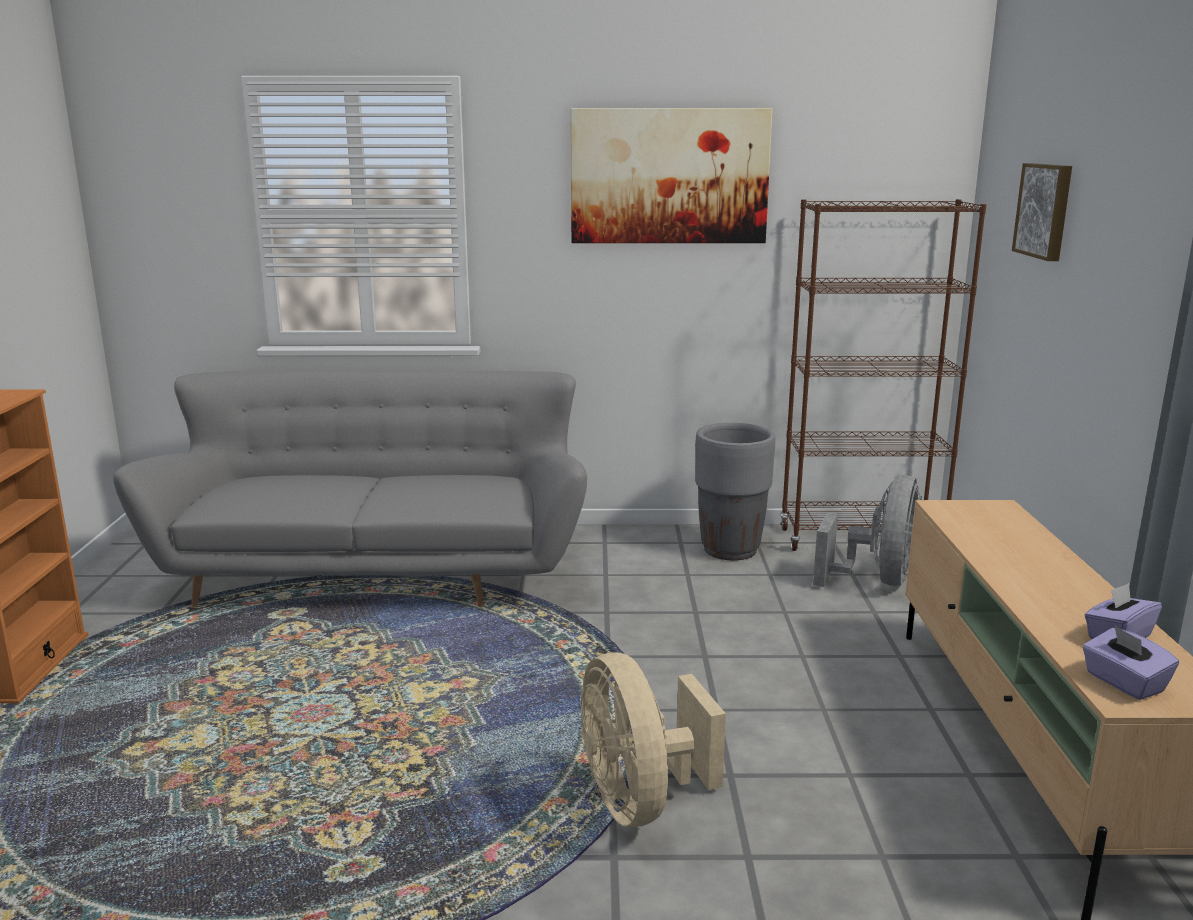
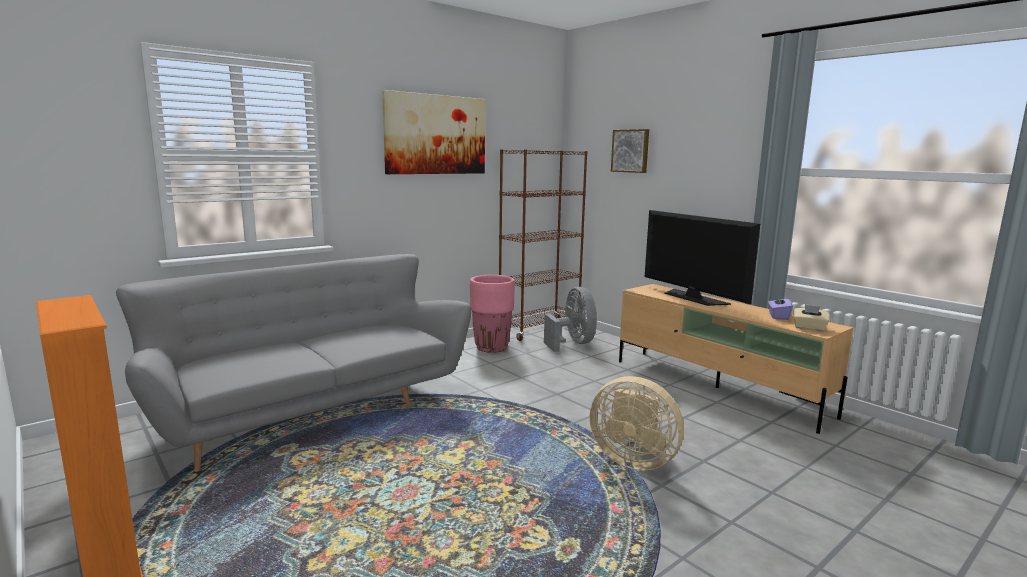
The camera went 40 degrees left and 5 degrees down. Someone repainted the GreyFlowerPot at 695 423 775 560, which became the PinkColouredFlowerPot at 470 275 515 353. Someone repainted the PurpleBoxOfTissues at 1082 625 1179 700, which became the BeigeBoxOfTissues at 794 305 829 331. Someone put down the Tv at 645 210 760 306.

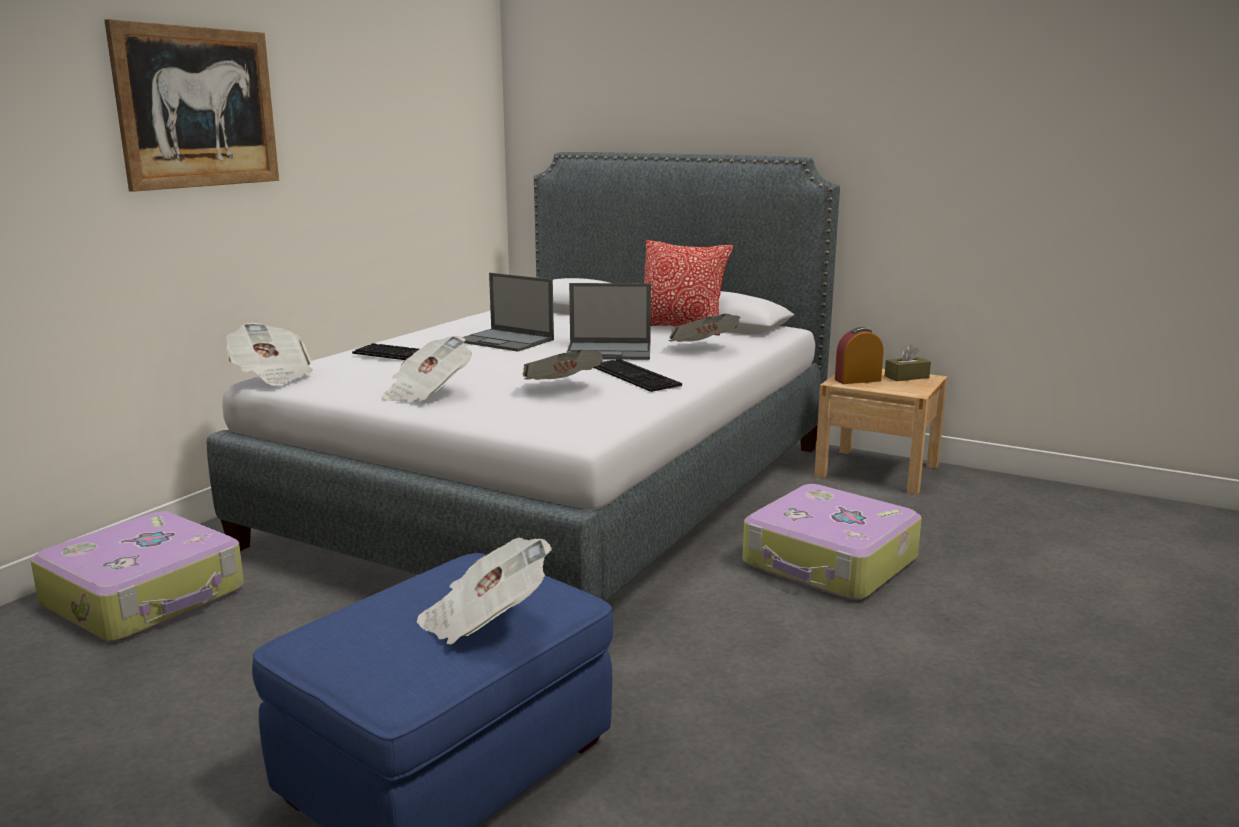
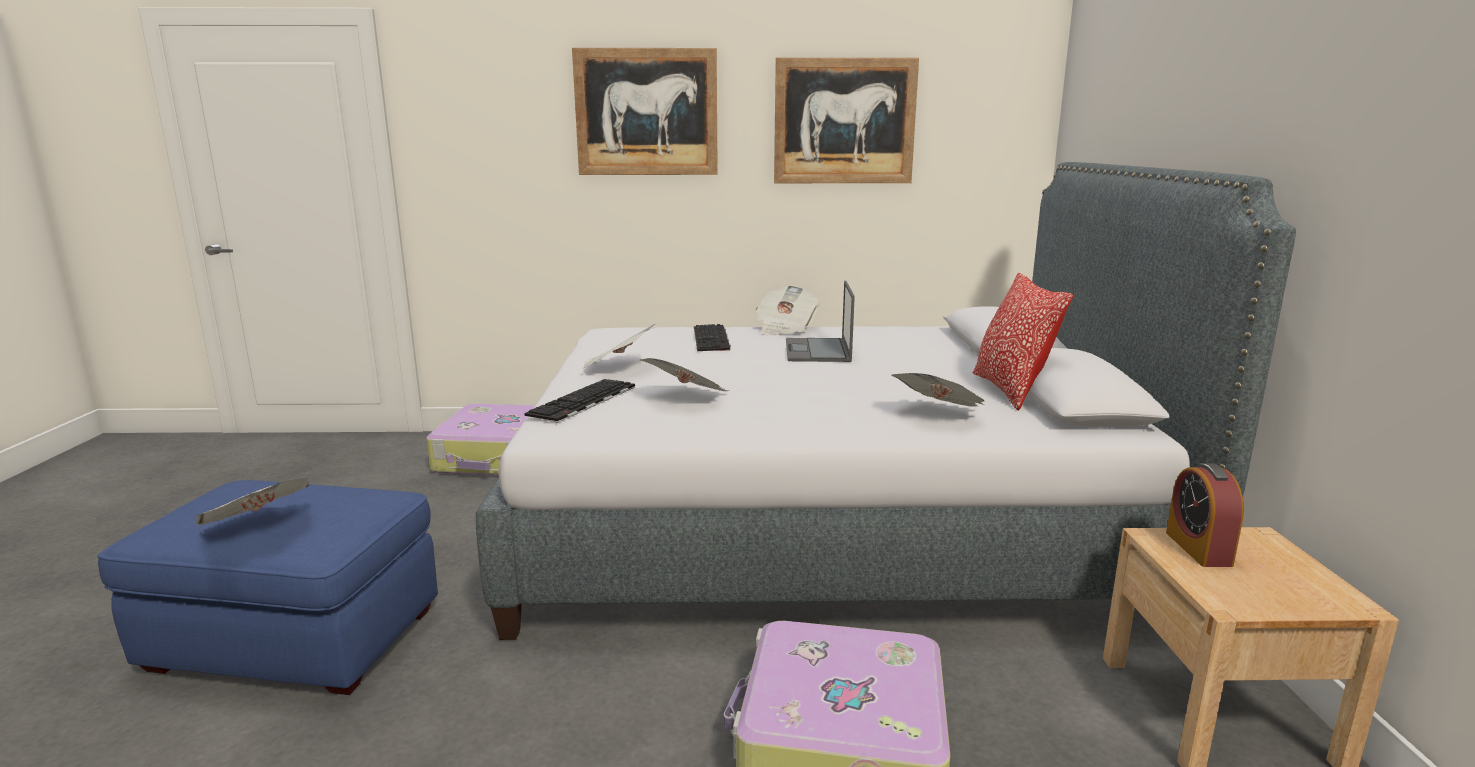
The camera went 60 degrees right and 0 degrees up. Someone carried the PrintedPaper from 226 323 313 386 to 756 285 820 336. Someone took away the NotebookComputer at 567 283 651 360. Someone carried the Keyboard from 593 359 682 392 to 524 379 635 423. Someone rotated the TableClock at 835 327 884 384 by 135 degrees counterclockwise. Someone took away the BrownishBoxOfTissues at 885 345 931 381. Someone put up the WallPicture at 774 57 919 183.

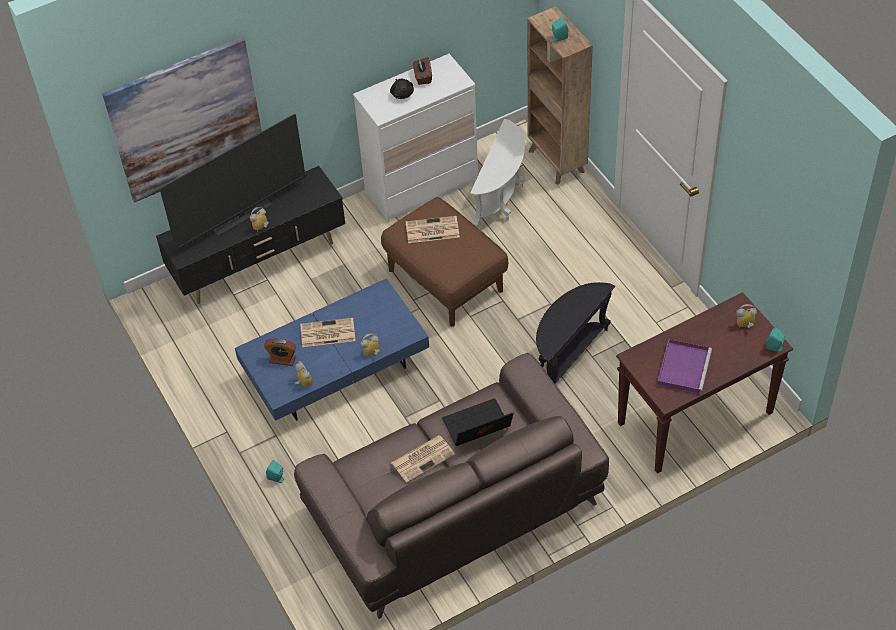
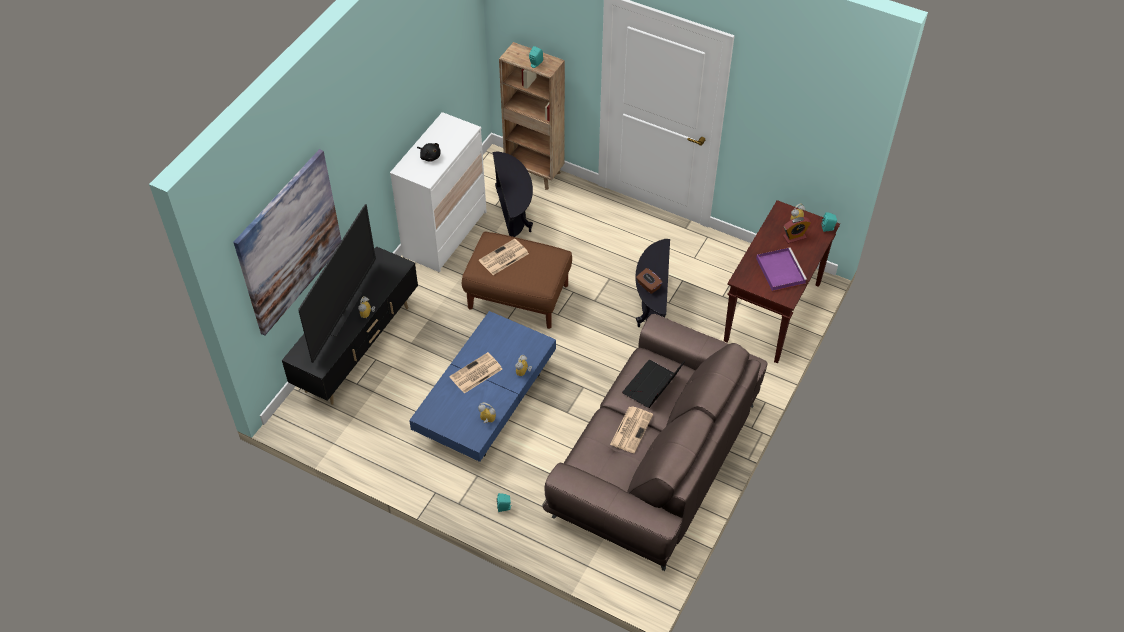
The camera went 35 degrees left and 0 degrees up. Someone carried the TableClock from 264 338 296 366 to 783 217 811 244. Someone carried the BrownishBoxOfTissues from 413 57 432 85 to 636 268 662 294. Someone repainted the WhiteSideTable at 470 119 525 228, which became the BlackColouredSideTable at 492 151 533 237.

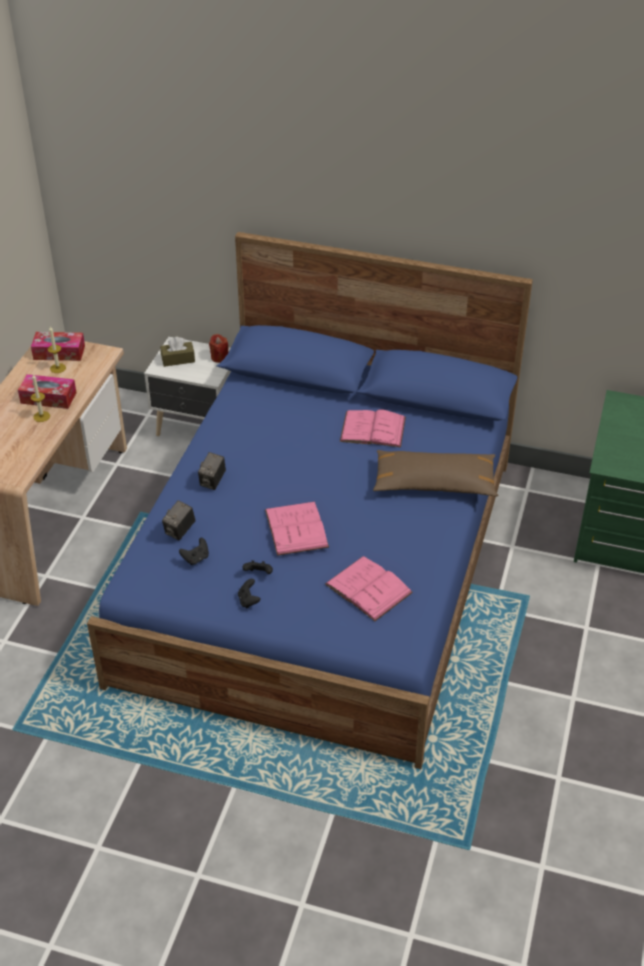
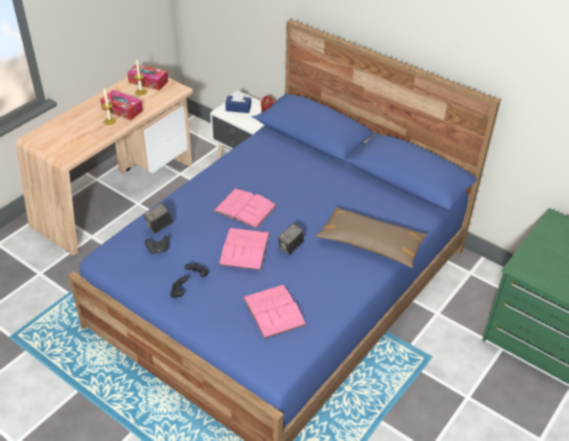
The camera went 20 degrees right and 0 degrees up. Someone repainted the BrownishBoxOfTissues at 160 337 195 367, which became the BlueBoxOfTissues at 225 91 251 113. Someone carried the PhotoCamera from 198 452 226 490 to 278 223 304 255. Someone carried the PinkColouredVolume from 340 409 406 447 to 214 189 277 229.

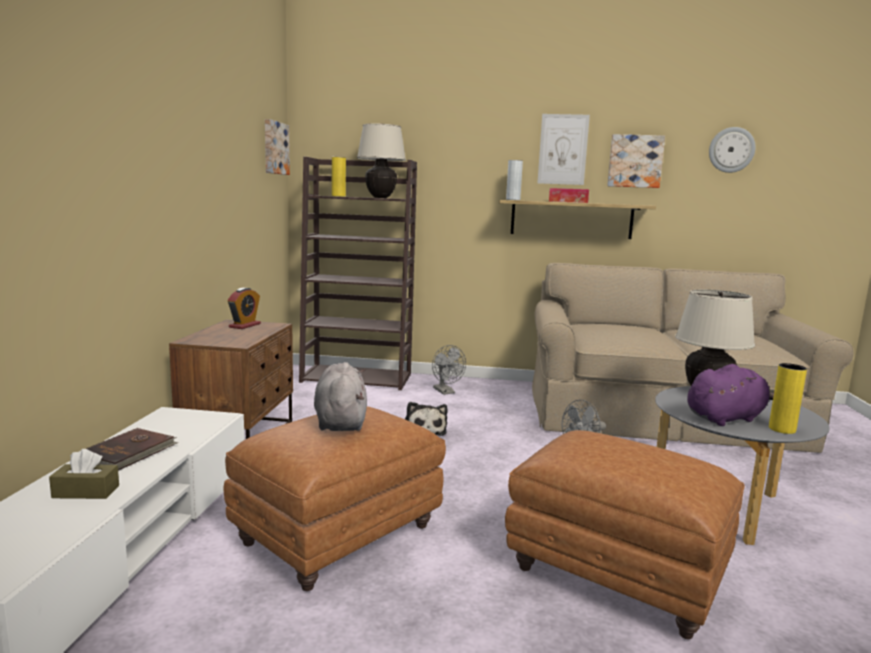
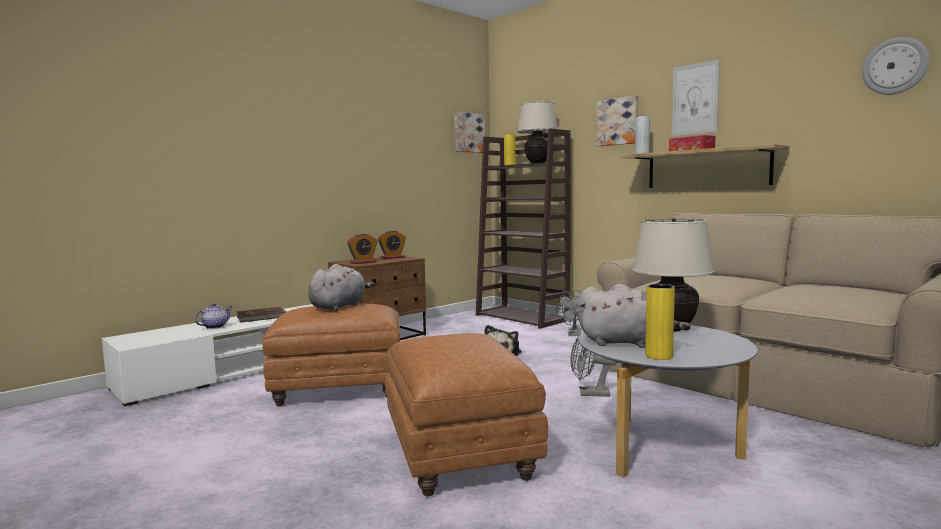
The camera went 40 degrees right and 5 degrees down. Someone swapped the BrownishBoxOfTissues at 49 449 119 499 for the Teapot at 194 303 232 329. Someone carried the WallPicture from 607 134 665 188 to 596 95 639 147. Someone repainted the PurpleCuddlyToy at 687 364 774 426, which became the GreyCuddlyToy at 577 284 691 348. Someone put down the TableClock at 347 233 377 264.

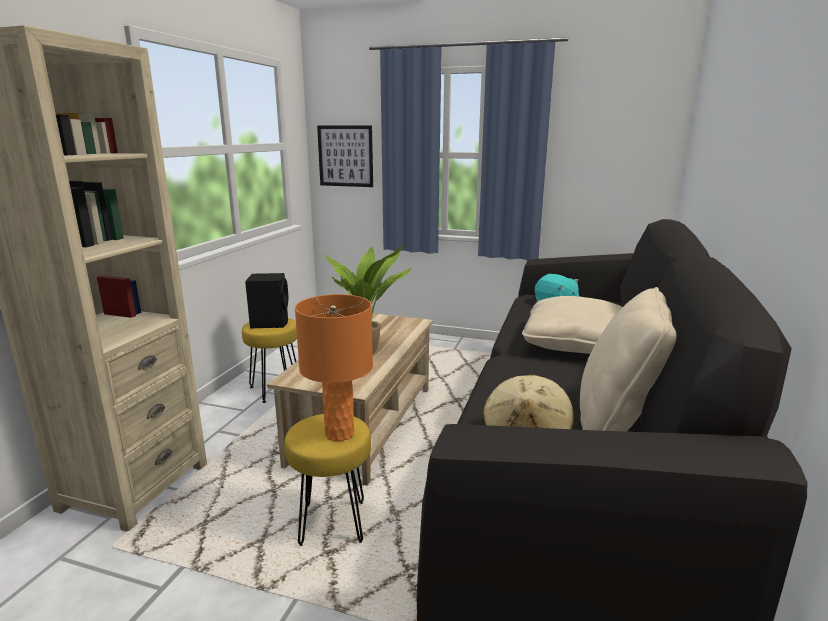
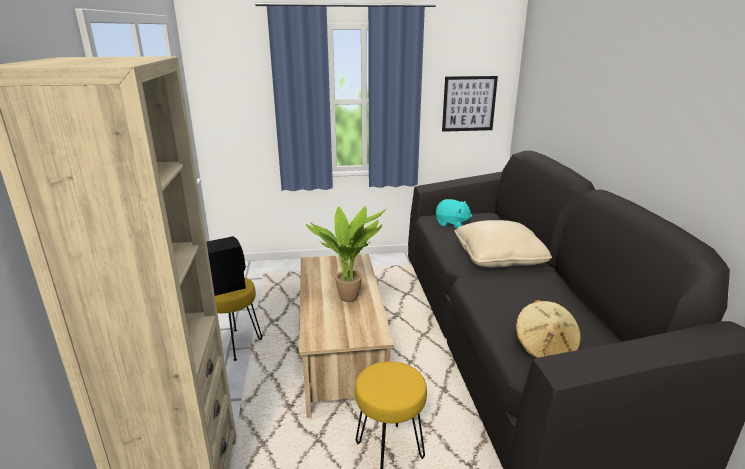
The camera went 25 degrees left and 5 degrees up. Someone took away the OrangeColouredTabletopLamp at 295 294 373 441. Someone carried the WallPicture from 317 125 373 187 to 442 76 498 132. Someone took away the BeigePillow at 580 287 677 432.

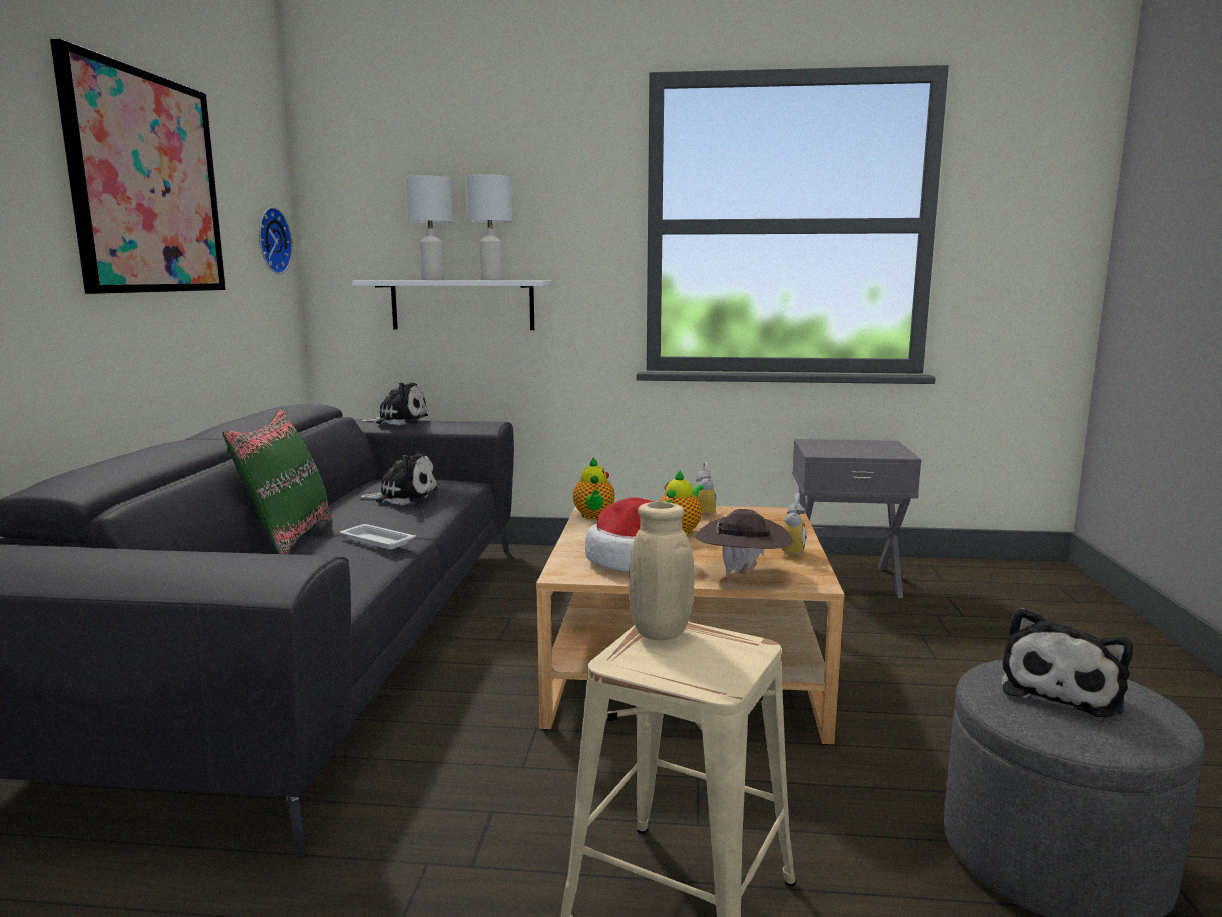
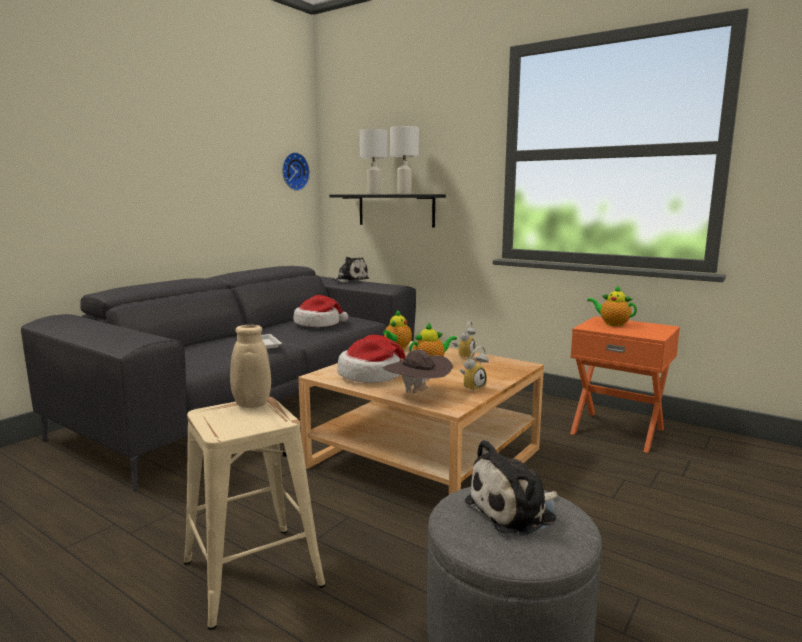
The camera went 30 degrees right and 0 degrees up. Someone took away the WallPicture at 50 39 226 294. Someone took away the GreenishPillow at 222 408 331 554. Someone repainted the WhiteBracketShelf at 352 280 552 330, which became the BlackColouredBracketShelf at 329 194 446 228. Someone swapped the CuddlyToy at 359 451 438 505 for the ClothingHat at 293 295 348 327. Someone repainted the GreyNightTable at 792 439 921 598, which became the OrangeColouredNightTable at 570 316 680 453. Someone put down the Teapot at 587 285 637 327.

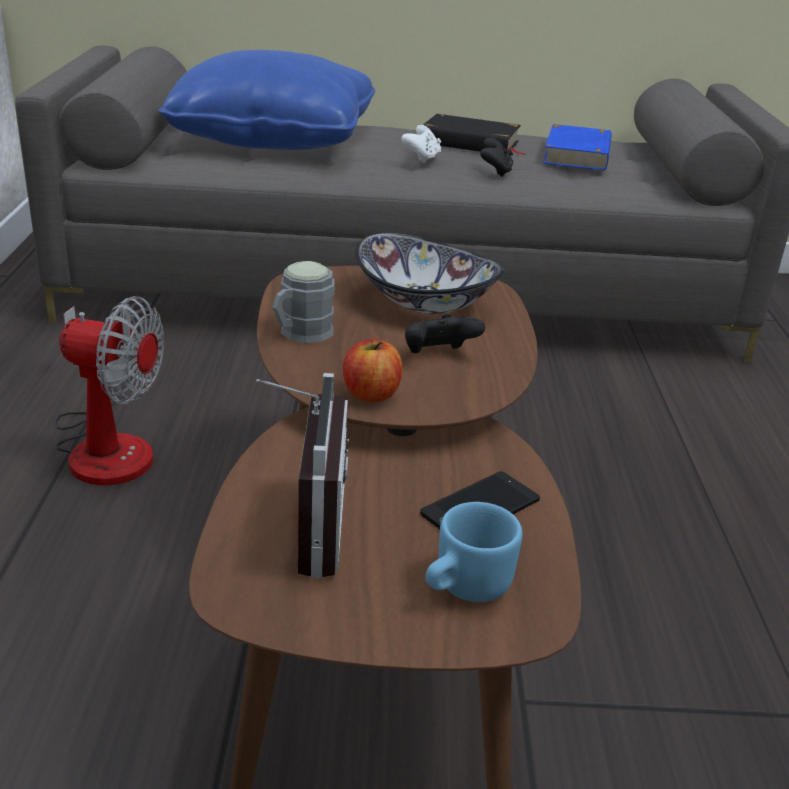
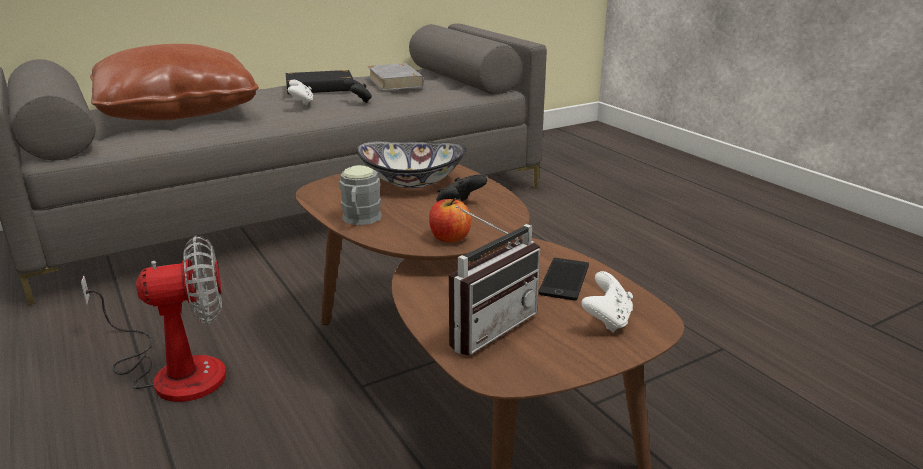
The camera went 30 degrees left and 5 degrees down. Someone repainted the BluePillow at 158 50 375 150, which became the BrownishPillow at 90 44 259 120. Someone rotated the Radio at 256 373 349 578 by 75 degrees clockwise. Someone swapped the BlueTeaMug at 426 502 522 602 for the WhiteGameController at 581 271 633 333. Someone repainted the BlueVolume at 543 124 611 171, which became the GreyVolume at 368 63 424 91.

